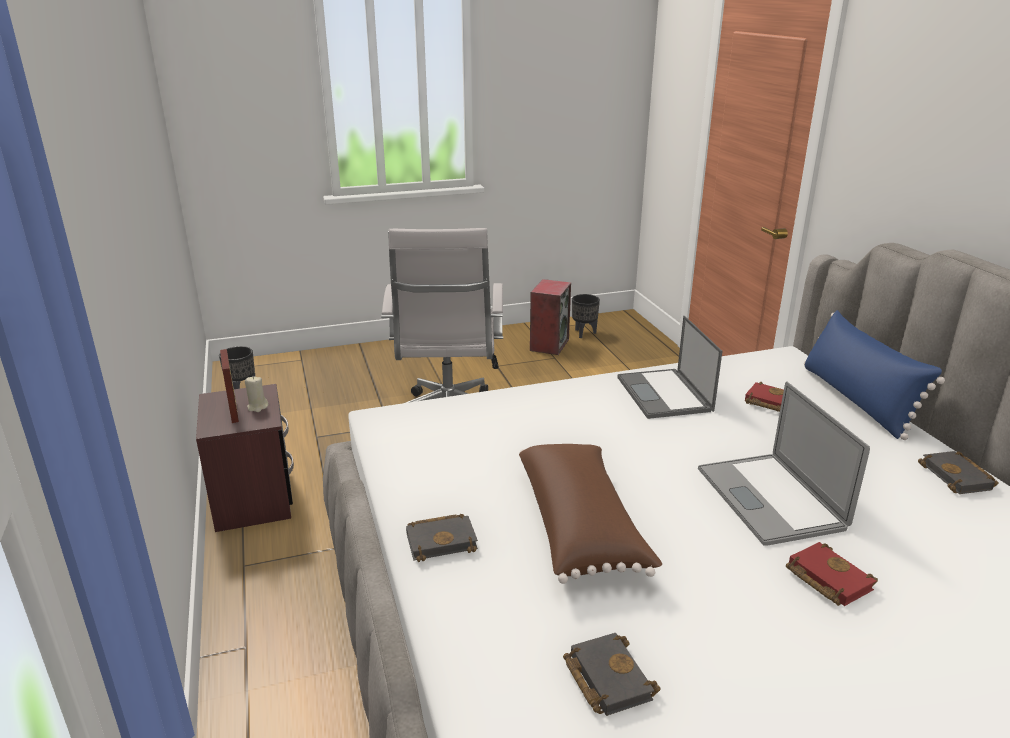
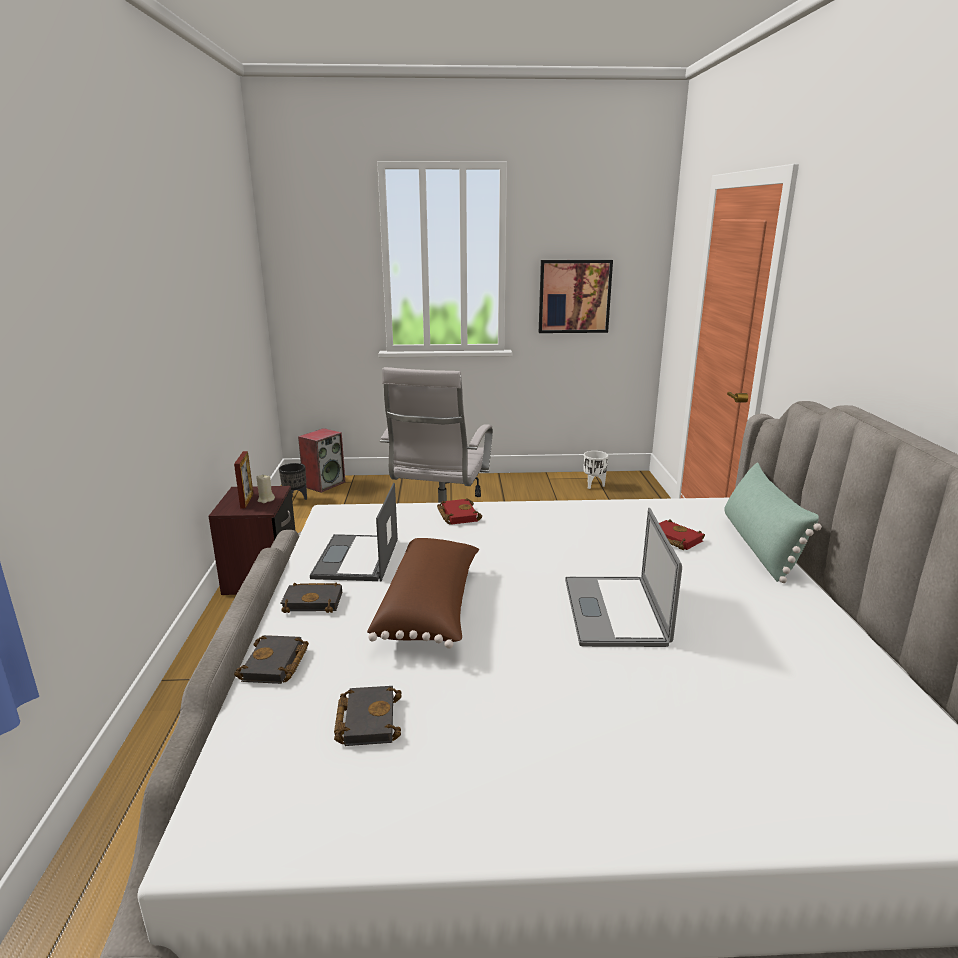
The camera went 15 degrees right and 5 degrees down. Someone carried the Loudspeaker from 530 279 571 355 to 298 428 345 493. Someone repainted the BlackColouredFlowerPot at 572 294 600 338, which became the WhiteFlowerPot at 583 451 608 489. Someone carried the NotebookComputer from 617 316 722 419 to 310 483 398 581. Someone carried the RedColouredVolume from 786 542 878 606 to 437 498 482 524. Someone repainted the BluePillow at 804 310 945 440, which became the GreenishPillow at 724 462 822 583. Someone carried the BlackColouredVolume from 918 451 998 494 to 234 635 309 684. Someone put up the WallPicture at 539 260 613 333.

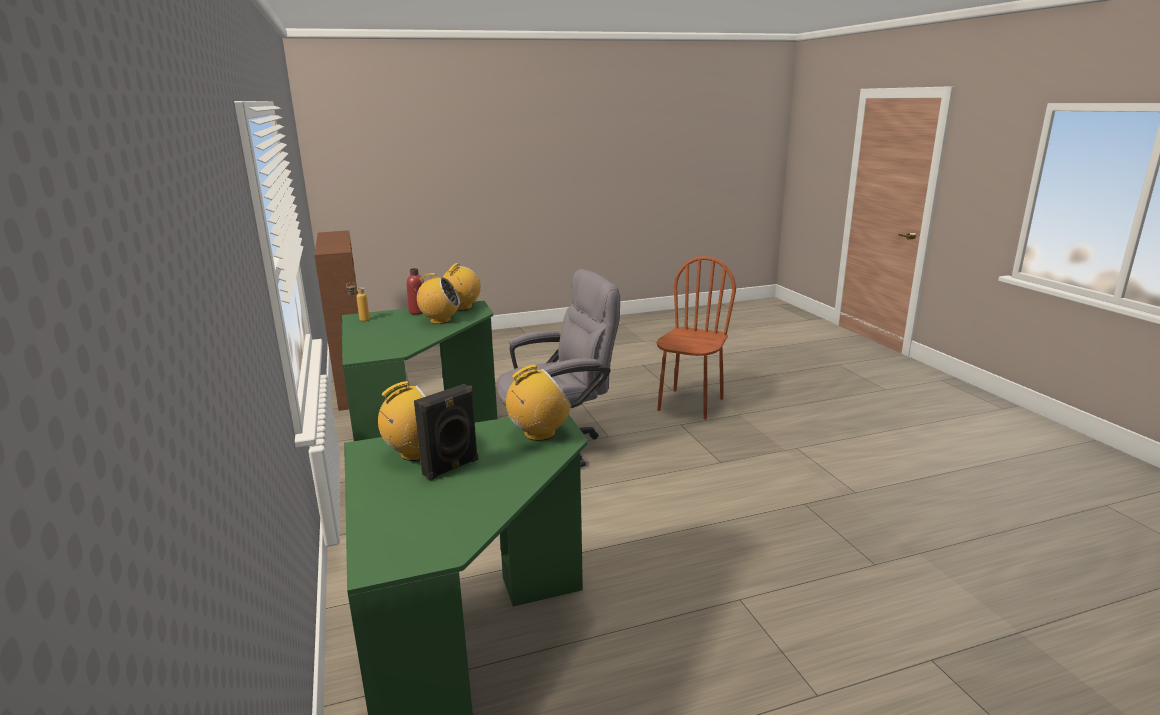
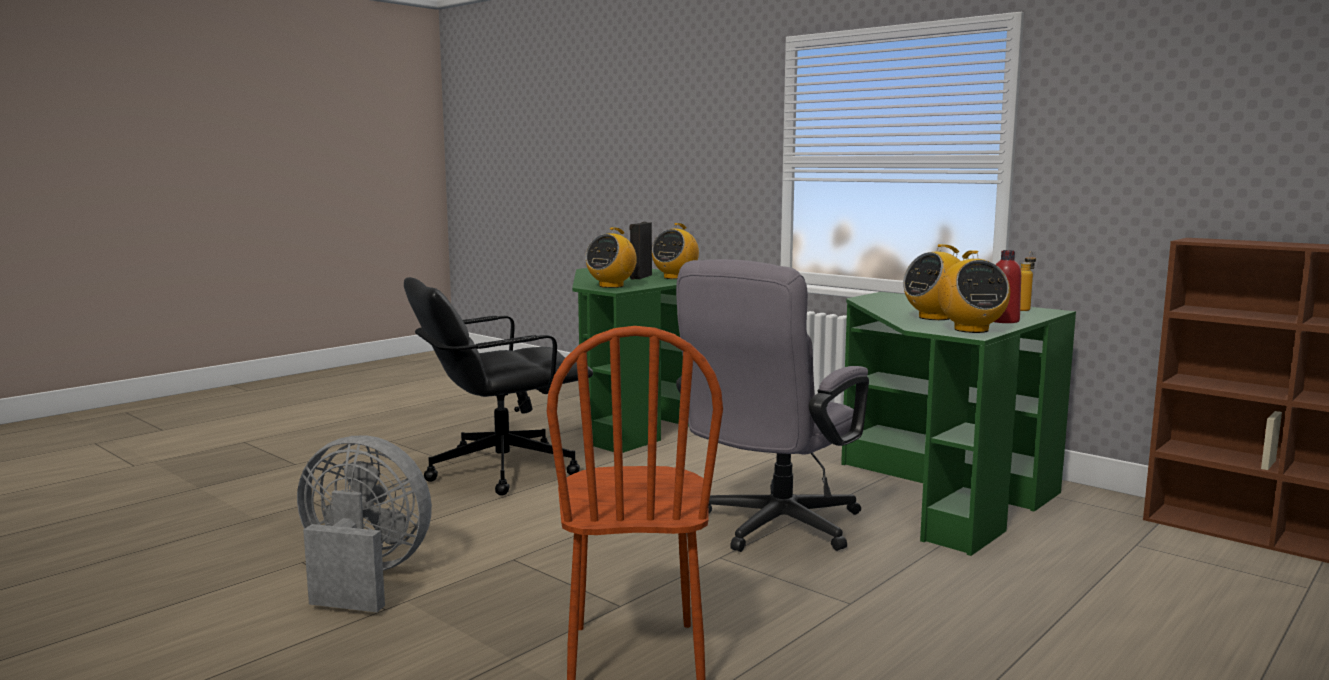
The camera went 150 degrees right and 10 degrees down. Someone put down the GreyElectricFan at 297 435 432 612. Someone put down the BlackColouredComputerChair at 404 277 593 496.

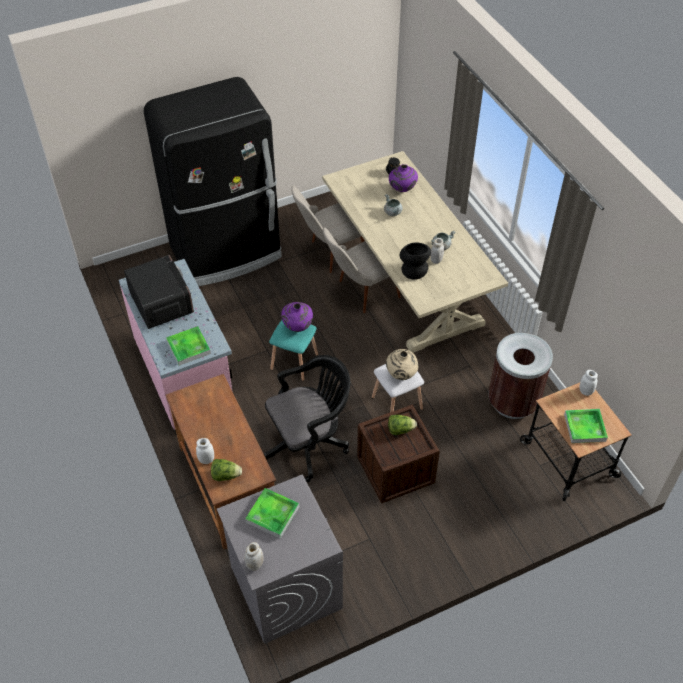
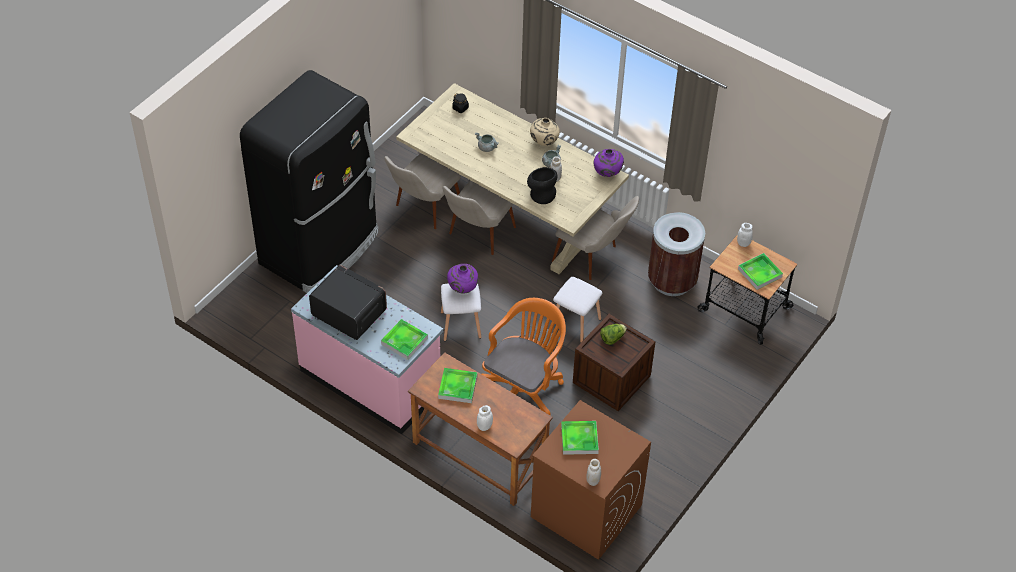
The camera went 30 degrees left and 0 degrees up. Someone took away the Lettuce at 211 459 242 481. Someone repainted the GreyLaundryAppliance at 217 475 343 644, which became the BrownishLaundryAppliance at 531 400 651 560. Someone repainted the BlackColouredComputerChair at 264 355 351 482, which became the OrangeColouredComputerChair at 482 298 566 416. Someone repainted the TurquoiseStool at 269 320 318 381, which became the WhiteStool at 441 283 481 341. Someone carried the BeigeDecorativeVase from 386 349 418 380 to 530 118 560 146. Someone carried the PurpleDecorativeVase from 389 164 418 192 to 593 149 624 177. Someone put down the ServingTray at 438 368 477 403. Someone put down the BeigePlainChair at 552 196 639 280.

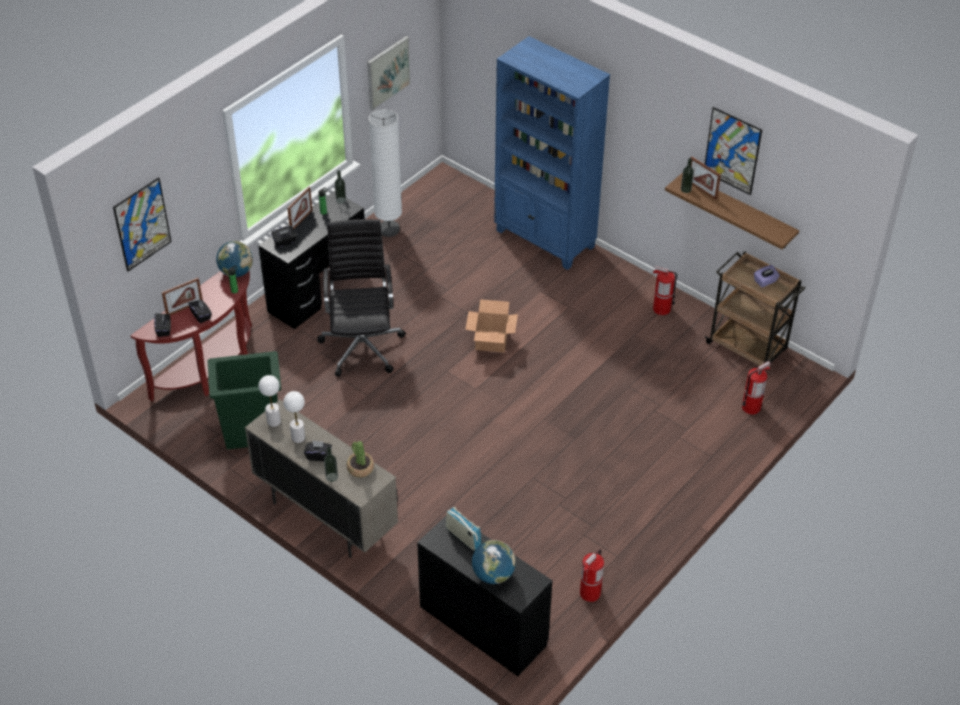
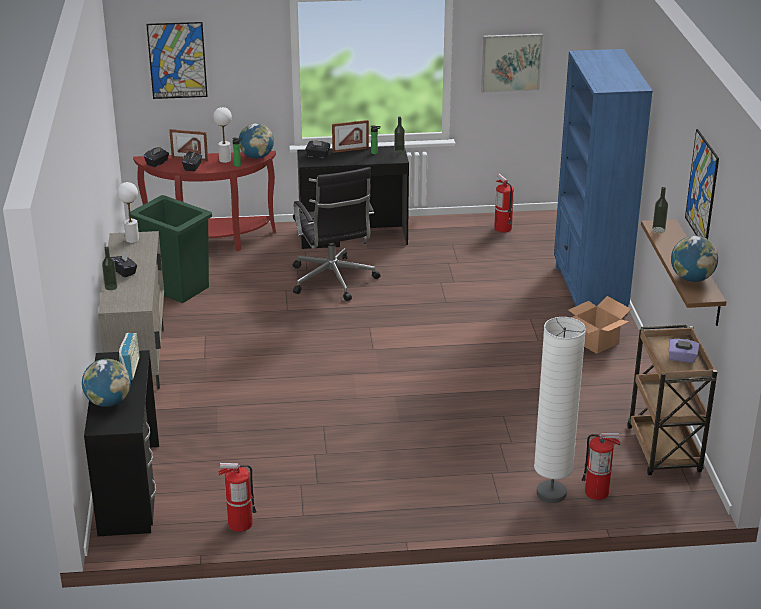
The camera went 45 degrees right and 15 degrees down. Someone carried the WhiteTabletopLamp from 283 391 305 443 to 213 107 232 163. Someone rotated the BlackColouredComputerChair at 317 219 406 377 by 120 degrees clockwise. Someone took away the Houseplant at 347 441 374 478. Someone carried the WhiteStandingLamp from 369 109 402 237 to 534 317 586 503. Someone carried the PackingBox from 465 299 518 353 to 568 296 631 354. Someone carried the FireExtinguisher from 653 265 677 315 to 494 174 514 232. Someone took away the PhotoFrame at 691 156 721 200. Someone put down the DeskGlobe at 671 236 718 282.

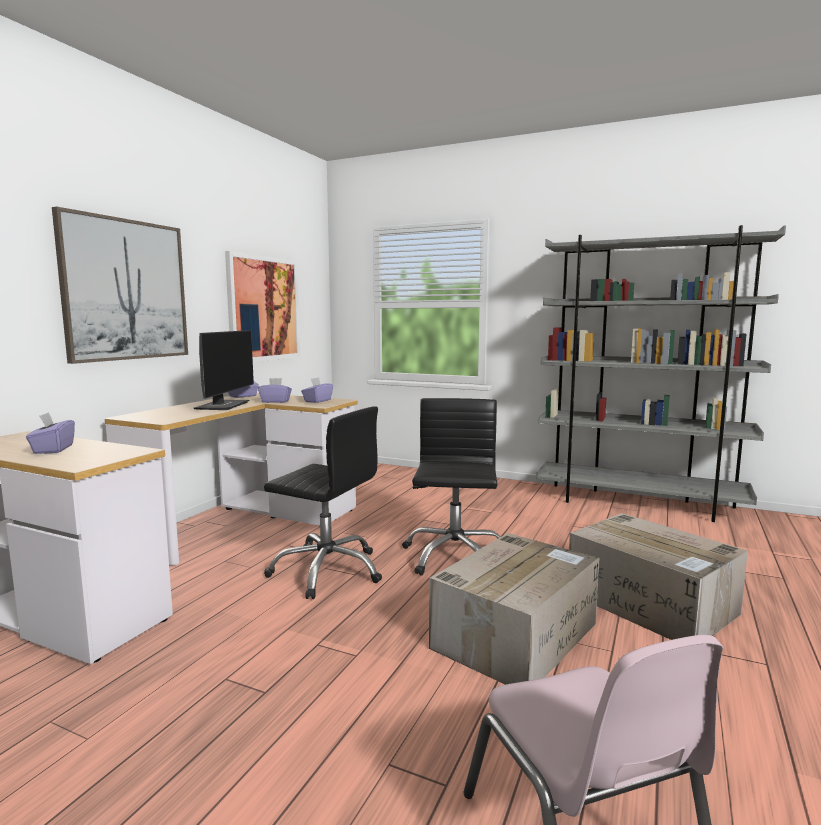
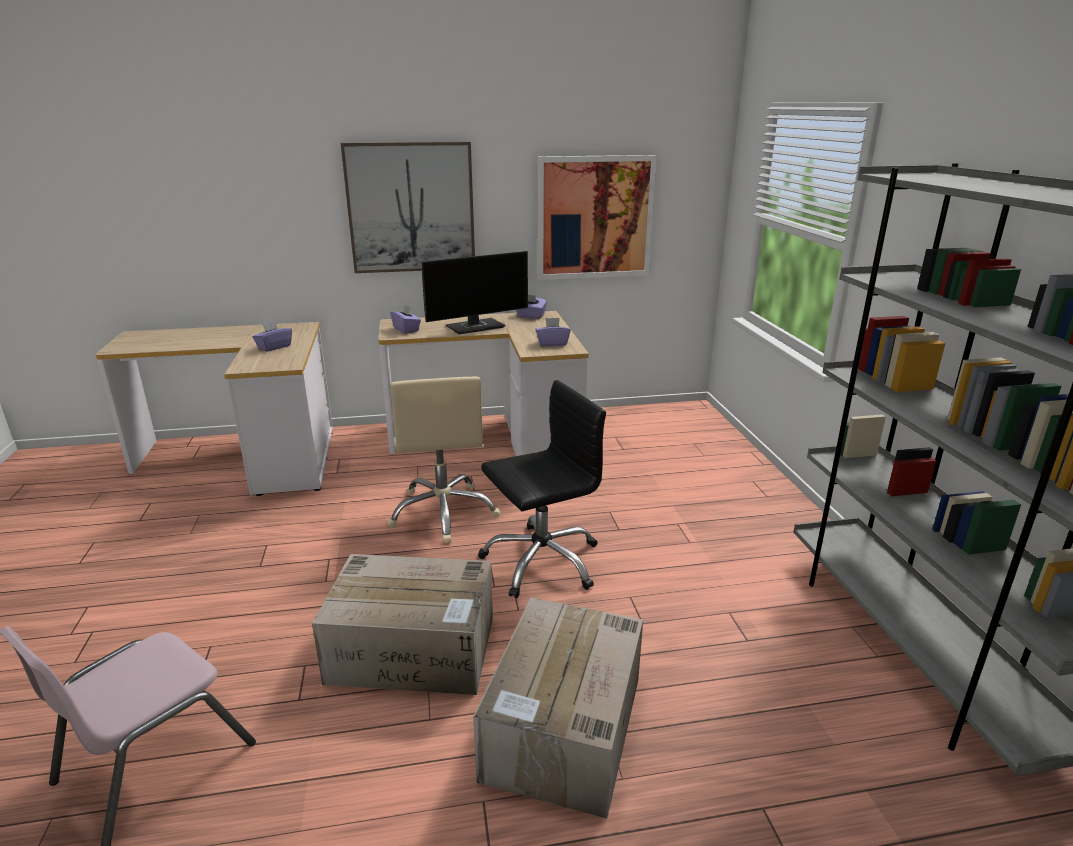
The camera went 55 degrees right and 15 degrees up. Someone carried the PurpleBoxOfTissues from 258 378 292 403 to 390 304 421 334. Someone repainted the BlackColouredComputerChair at 264 406 382 599, which became the BeigeComputerChair at 387 377 500 543.

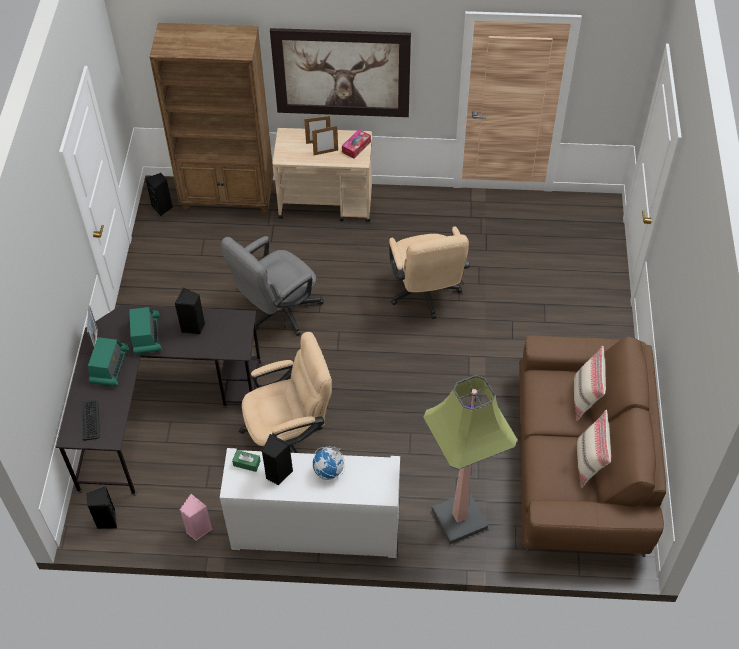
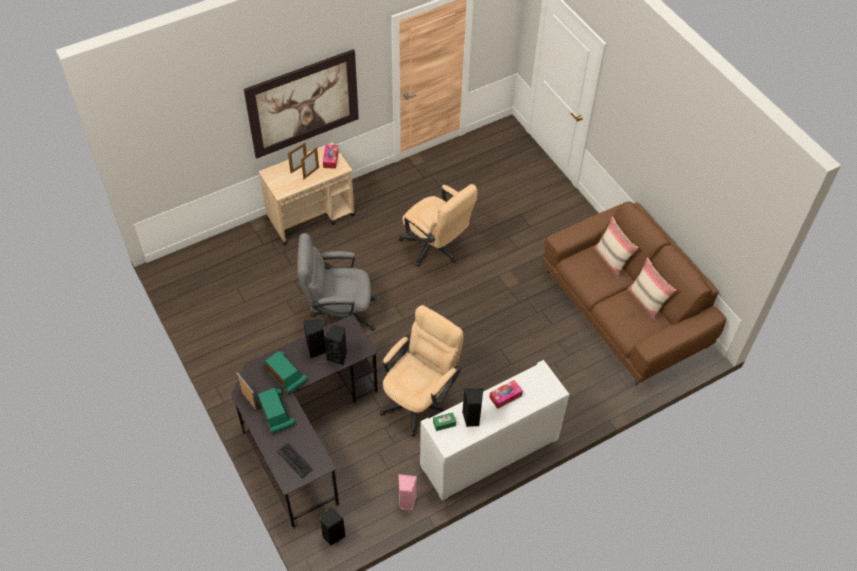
The camera went 35 degrees left and 0 degrees up. Someone carried the BlackColouredLoudspeaker from 145 173 173 216 to 324 325 347 366. Someone took away the BrownishBookcase at 150 23 274 213. Someone rotated the GreyComputerChair at 221 236 324 336 by 75 degrees clockwise. Someone swapped the DeskGlobe at 313 446 345 480 for the BoxOfTissues at 489 380 523 409. Someone took away the StandingLamp at 423 375 518 544.

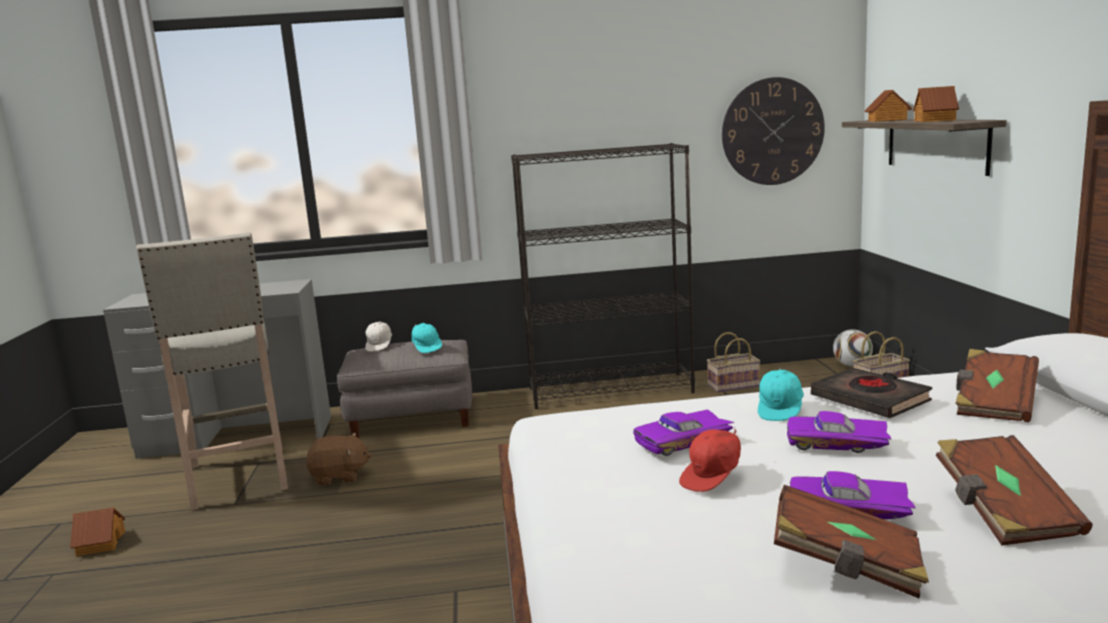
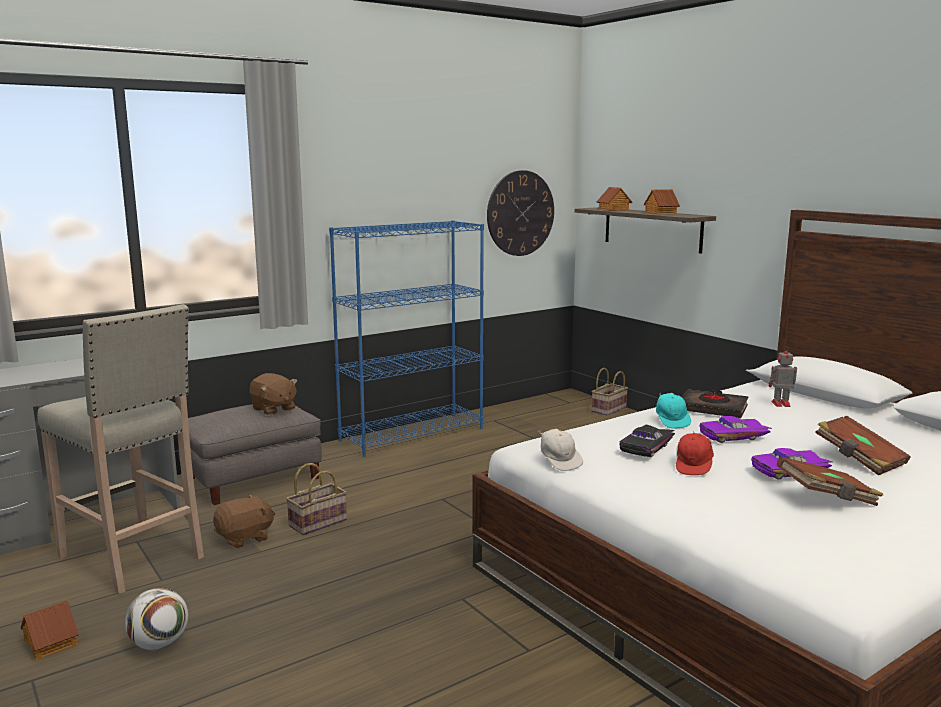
The camera went 30 degrees left and 0 degrees up. Someone carried the WhiteBaseballCap from 365 322 392 352 to 539 429 583 471. Someone swapped the TurquoiseBaseballCap at 412 323 442 353 for the BrownishCuddlyToy at 249 373 298 415. Someone repainted the BlackColouredBookcase at 511 143 695 409, which became the BlueBookcase at 329 220 484 457. Someone repainted the PurpleModelCar at 633 409 734 456, which became the BlackColouredModelCar at 619 425 675 457. Someone carried the Basket from 707 332 760 392 to 286 463 347 535. Someone carried the FootballBall from 833 329 873 367 to 125 588 188 650. Someone swapped the BrownishVolume at 955 349 1039 422 for the RobotFigure at 769 348 797 407.

